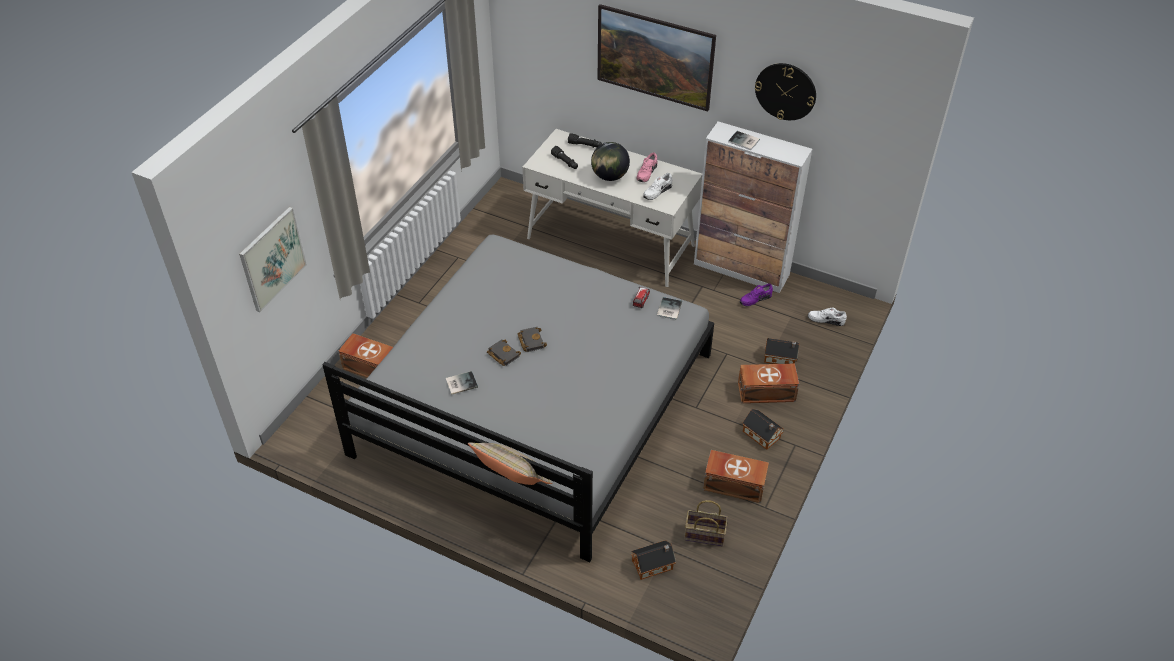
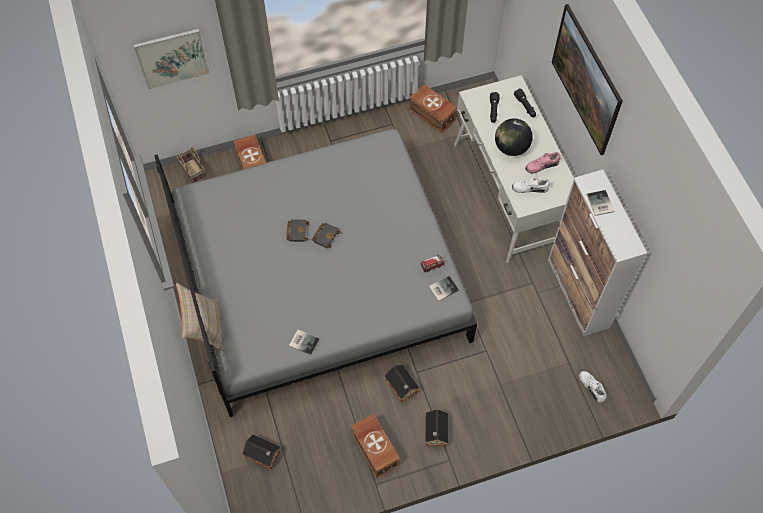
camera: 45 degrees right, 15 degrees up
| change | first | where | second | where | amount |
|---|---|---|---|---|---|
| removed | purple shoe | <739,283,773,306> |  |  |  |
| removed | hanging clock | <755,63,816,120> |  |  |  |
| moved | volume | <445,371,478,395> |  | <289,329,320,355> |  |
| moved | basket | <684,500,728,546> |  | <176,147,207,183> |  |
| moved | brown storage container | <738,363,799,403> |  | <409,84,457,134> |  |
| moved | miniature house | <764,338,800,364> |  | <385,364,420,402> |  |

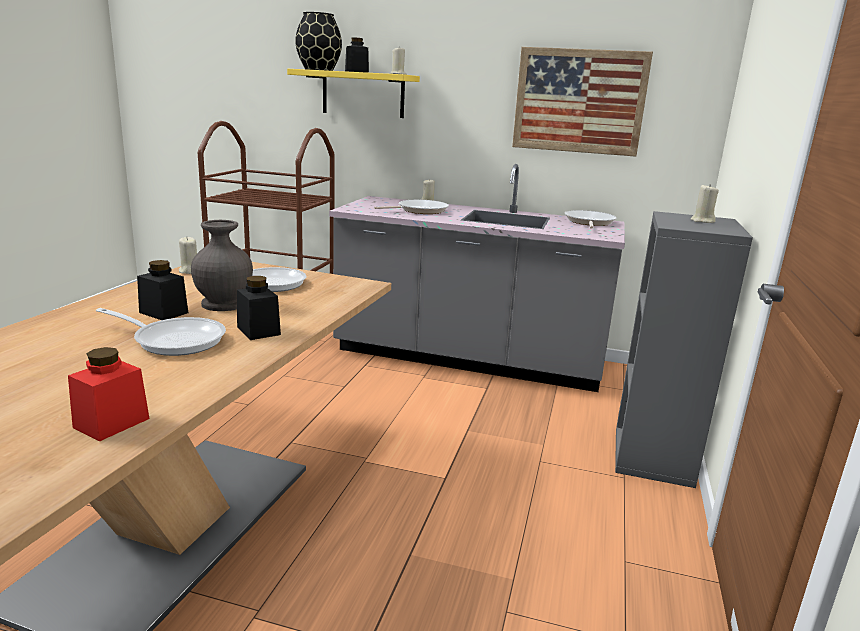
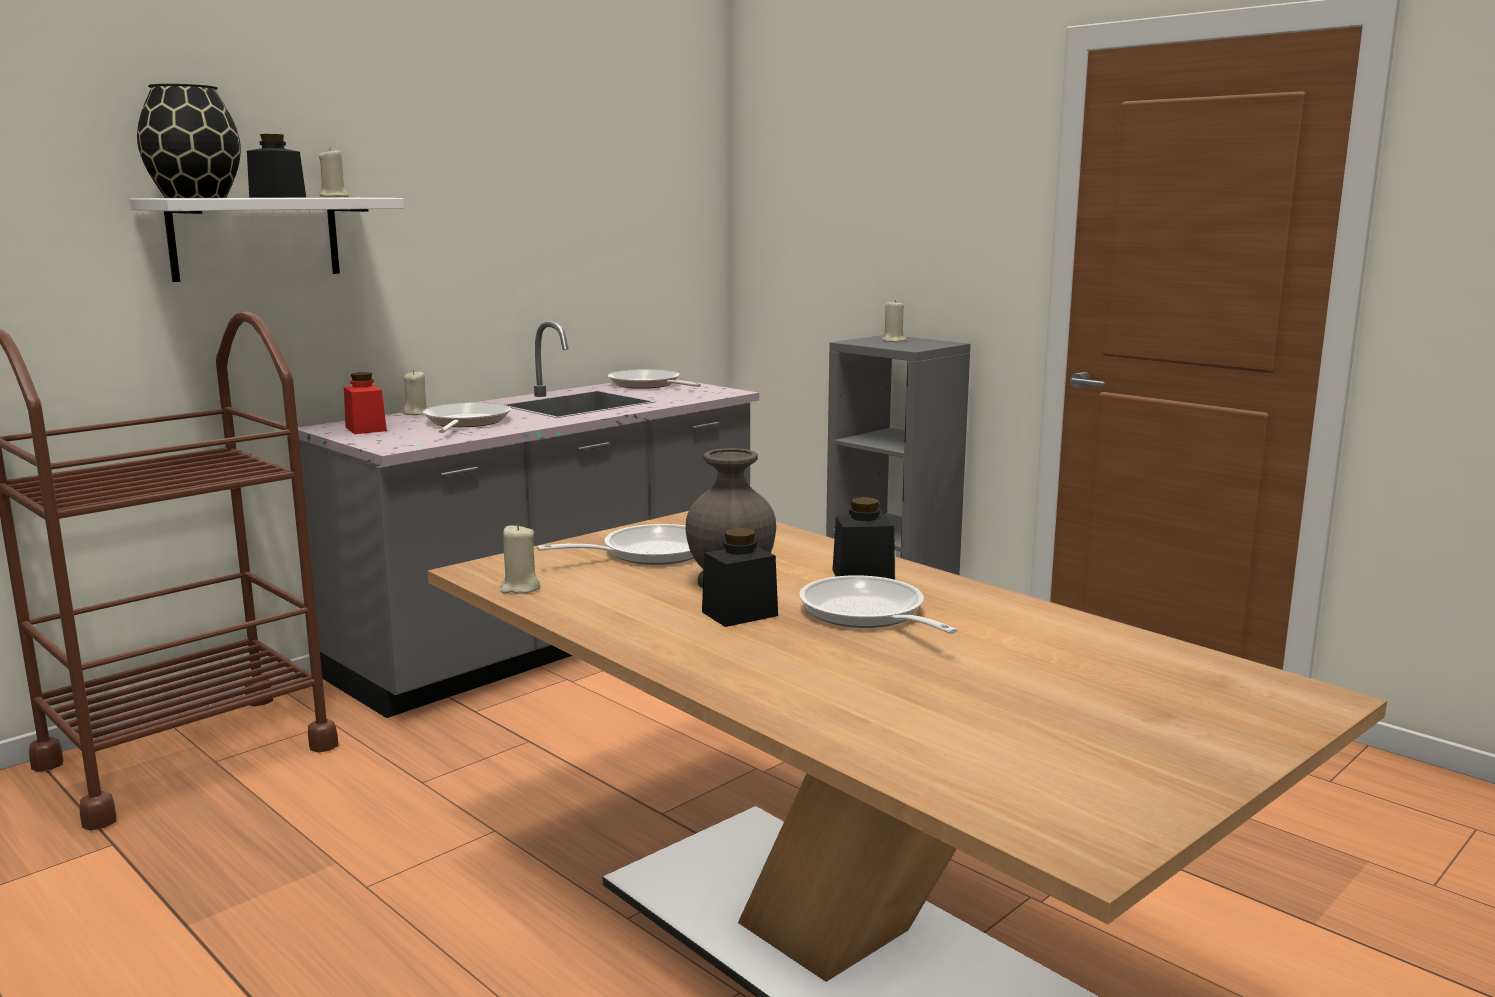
camera: 60 degrees left, 5 degrees down
| change | first | where | second | where | amount |
|---|---|---|---|---|---|
| removed | wall picture | <512,47,653,157> |  |  |  |
| moved | red-coloured preserve jar | <68,347,150,441> |  | <344,372,387,434> |  |
| recoloured | yellowish wall shelf | <287,69,420,118> | whitish wall shelf | <130,198,404,282> |  |
| turned | pan | <96,308,226,356> |  | <799,575,958,634> | 75 degrees counterclockwise |

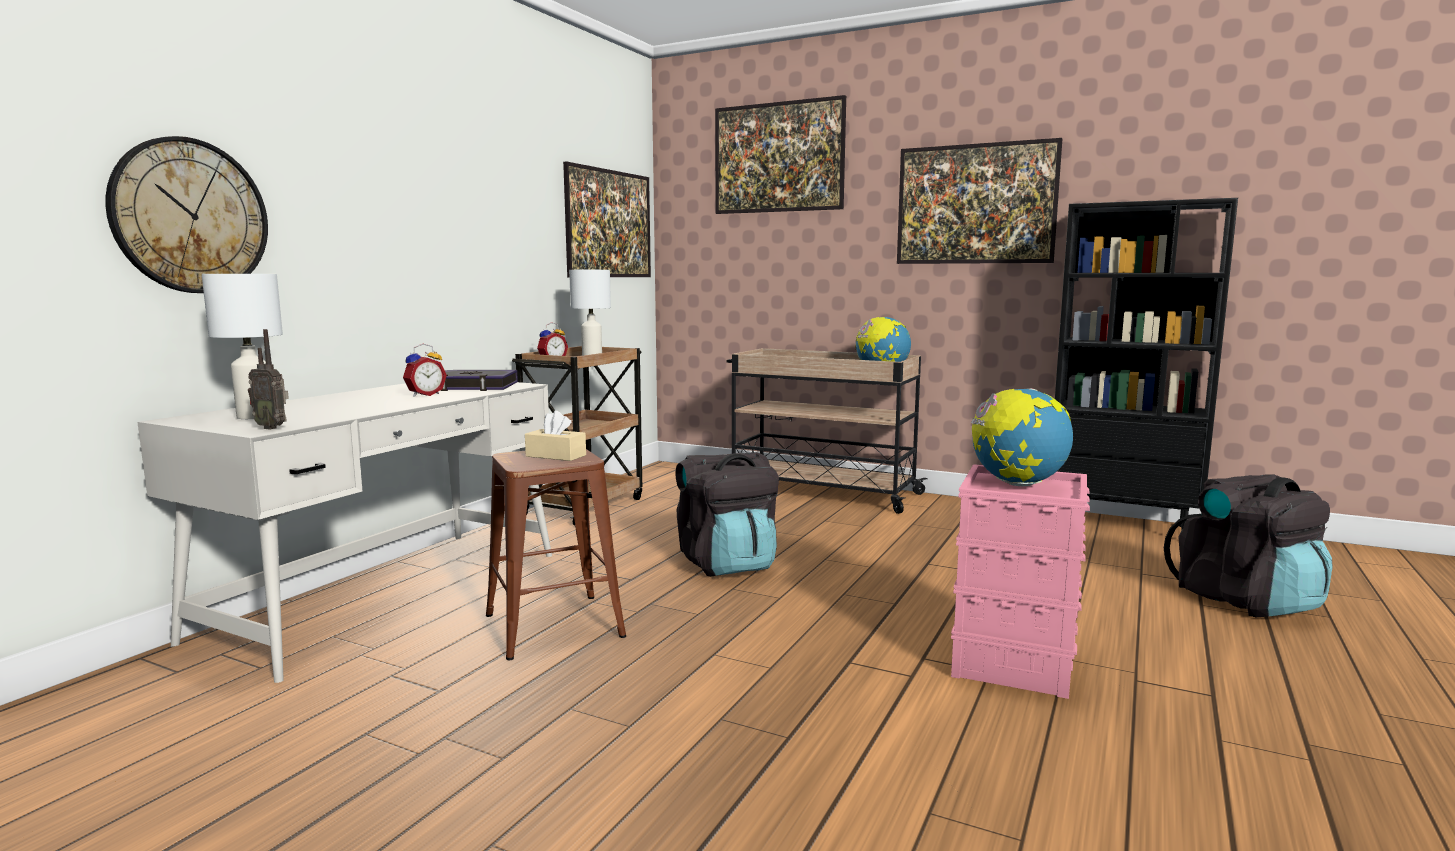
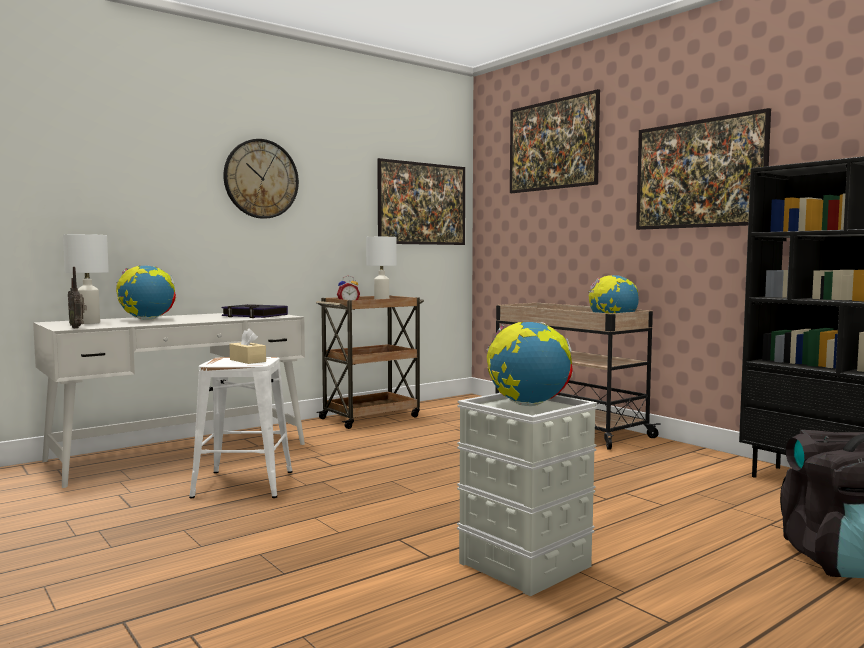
camera: 25 degrees right, 5 degrees down
| change | first | where | second | where | amount |
|---|---|---|---|---|---|
| removed | bedside clock | <403,344,447,397> |  |  |  |
| removed | black rucksack | <675,452,779,577> |  |  |  |
| added |  |  | desk globe | <116,266,176,320> |  |
| moved | hanging clock | <105,136,268,293> |  | <223,139,299,219> |  |
| recoloured | brown stool | <486,449,626,660> | whitish stool | <189,357,292,499> |  |
| recoloured | pink storage container | <951,464,1090,699> | grey storage container | <457,393,597,596> |  |

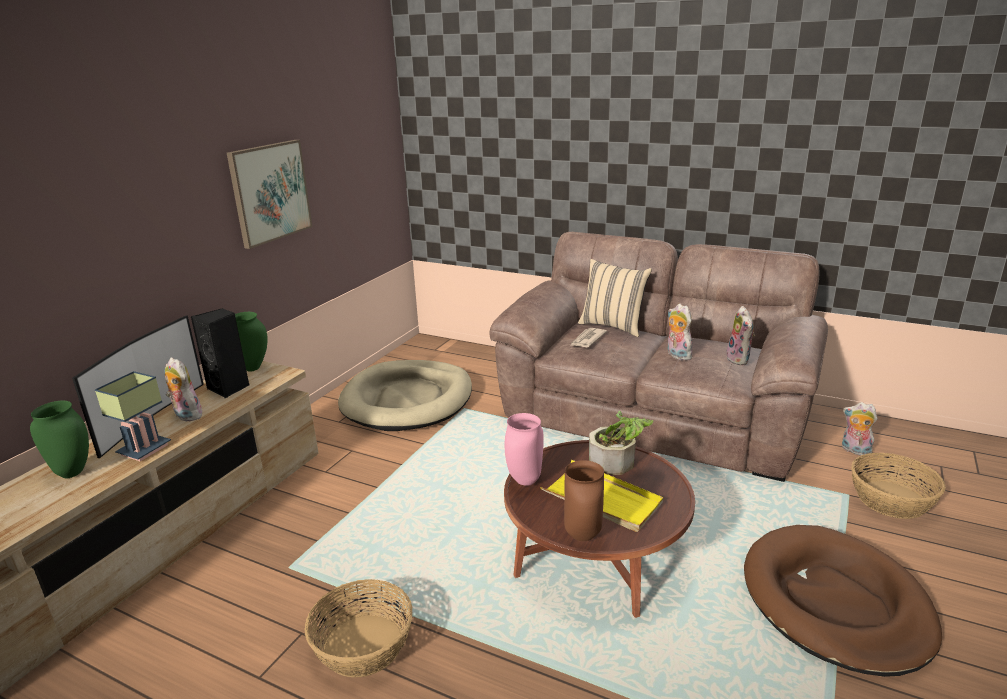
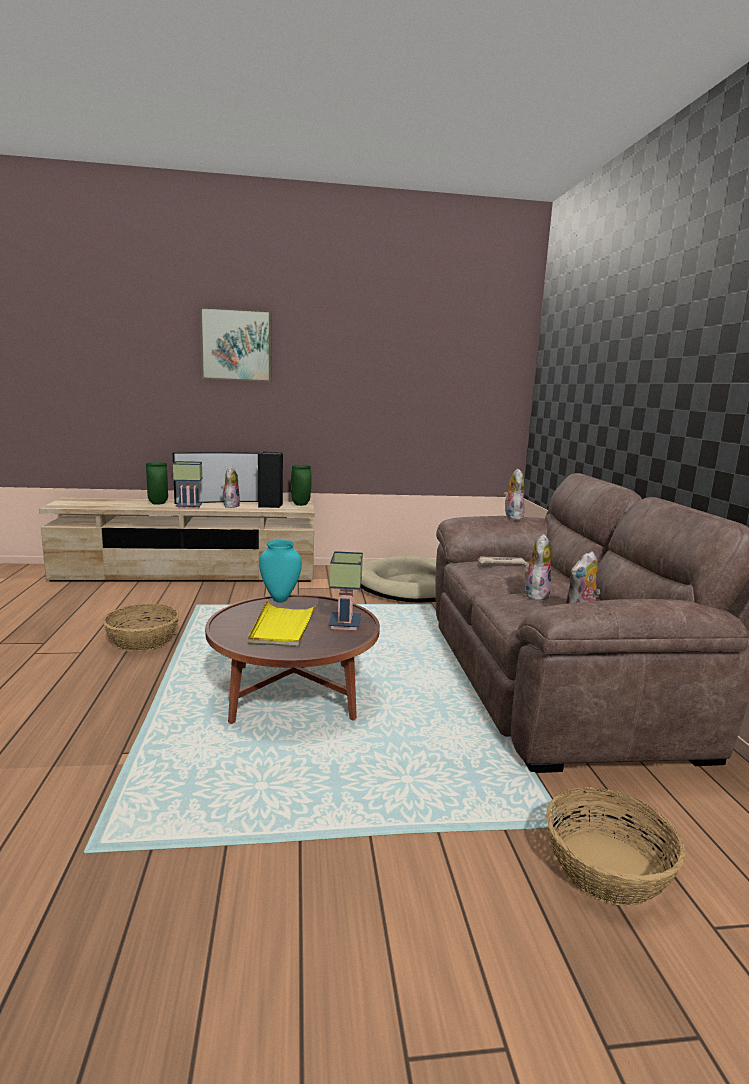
camera: 55 degrees right, 10 degrees down
| change | first | where | second | where | amount |
|---|---|---|---|---|---|
| removed | brown flower vase | <564,460,604,541> |  |  |  |
| removed | beige cushion | <578,259,652,337> |  |  |  |
| removed | brown pet bed | <744,525,942,677> |  |  |  |
| moved | wall picture | <227,140,312,249> |  | <200,307,271,382> |  |
| moved | soft toy | <842,402,877,456> |  | <504,469,525,520> |  |
| replaced | plant in a pot | <589,411,654,475> | tabletop lamp | <328,551,363,630> |  |
| recoloured | pink flower vase | <505,413,544,486> | turquoise-coloured flower vase | <259,540,302,603> |  |

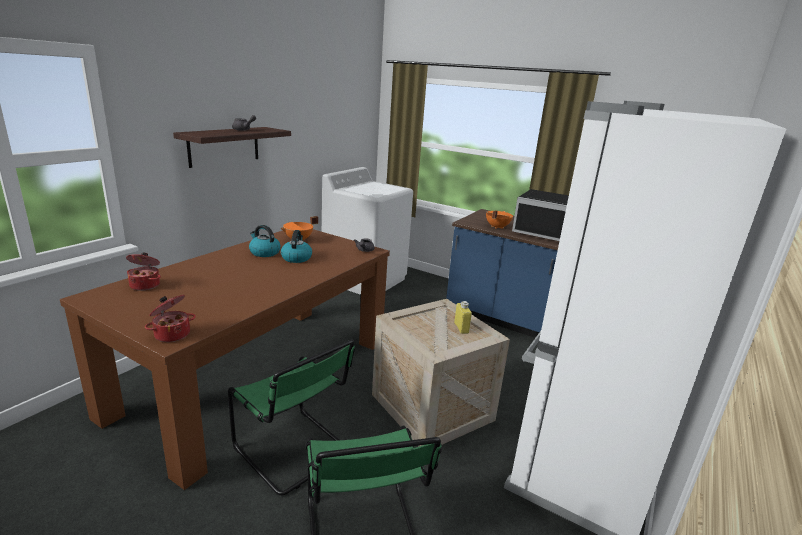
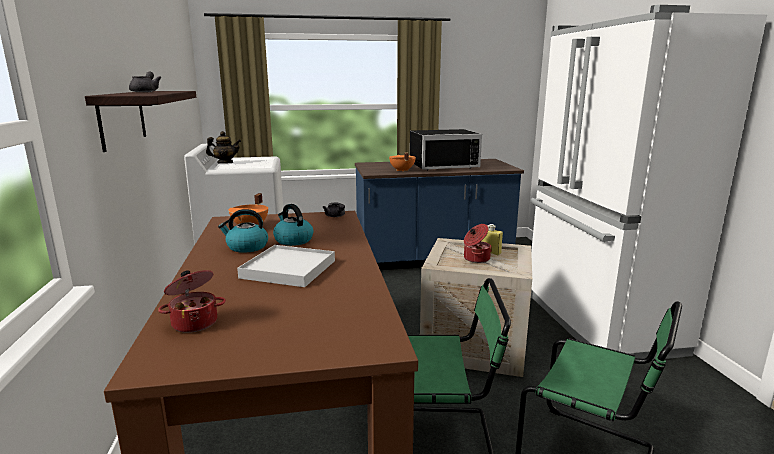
camera: 40 degrees left, 5 degrees down
| change | first | where | second | where | amount |
|---|---|---|---|---|---|
| added |  |  | tea pot | <206,131,241,164> |  |
| added |  |  | whitish serving tray | <237,245,335,287> |  |
| moved | saucepot | <145,295,196,342> |  | <464,224,492,263> |  |

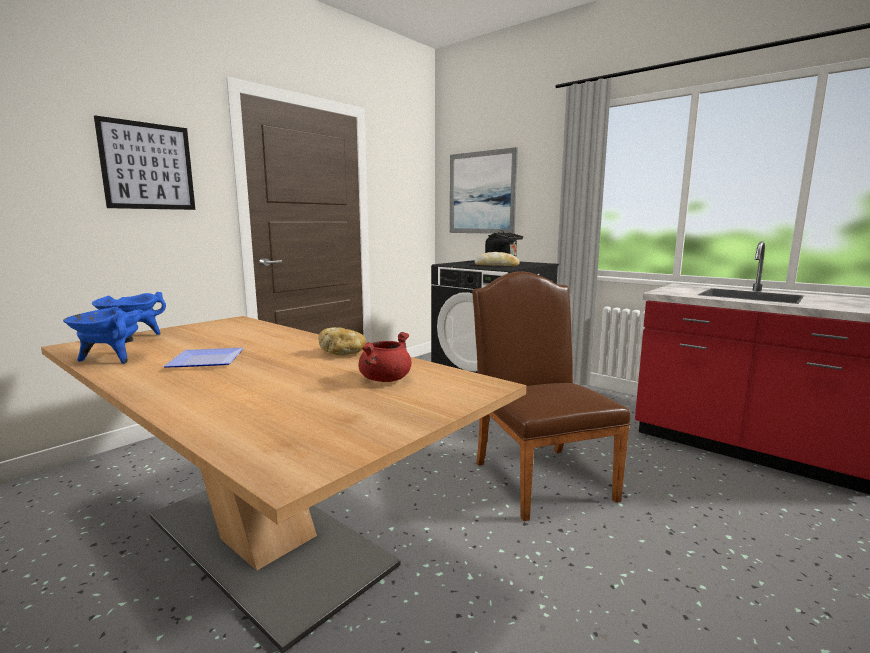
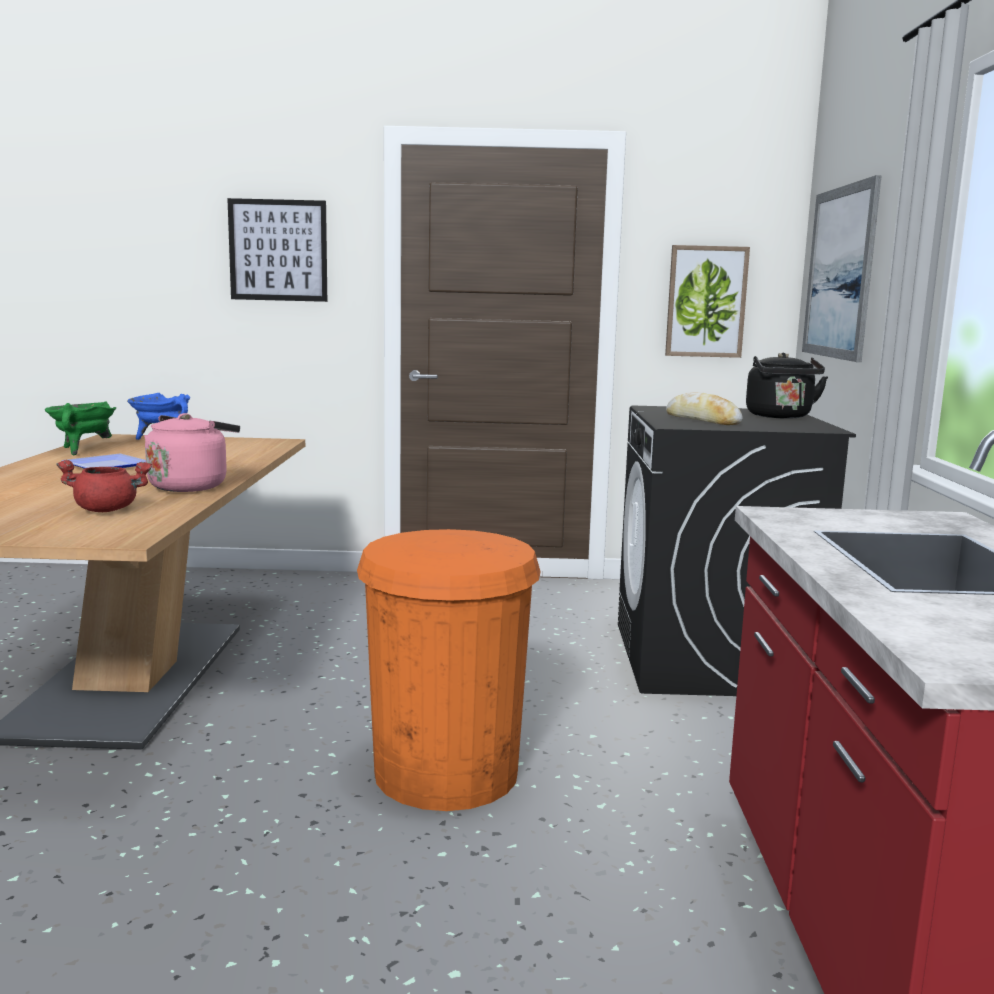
camera: 50 degrees right, 0 degrees up
| change | first | where | second | where | amount |
|---|---|---|---|---|---|
| added |  |  | wall picture | <665,245,750,358> |  |
| replaced | baked bread | <318,327,366,355> | pink water kettle | <144,413,240,492> |  |
| replaced | brown plain chair | <472,271,631,521> | orangey rubbish bin | <357,529,541,811> |  |
| recoloured | blue saucepot | <63,307,144,364> | greenish saucepot | <45,401,116,455> |  |

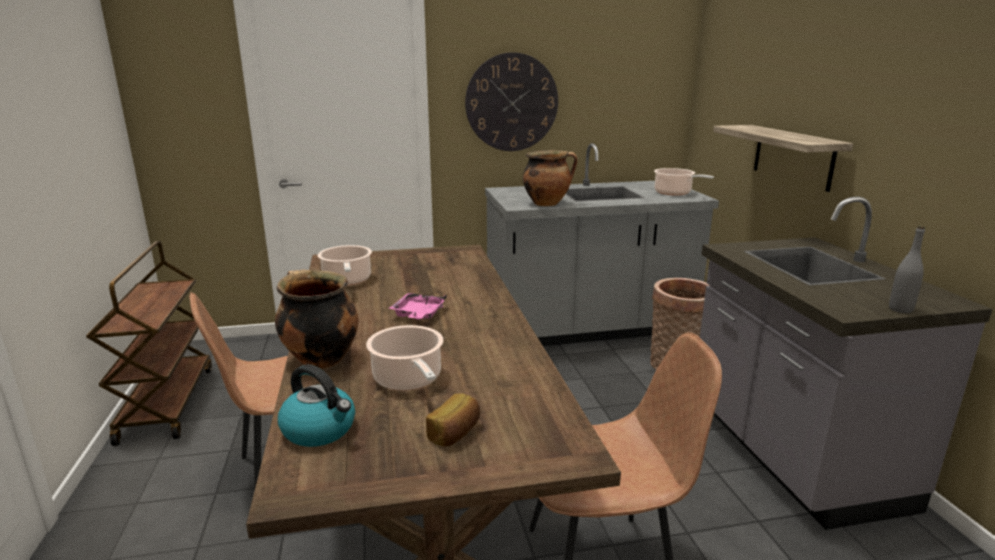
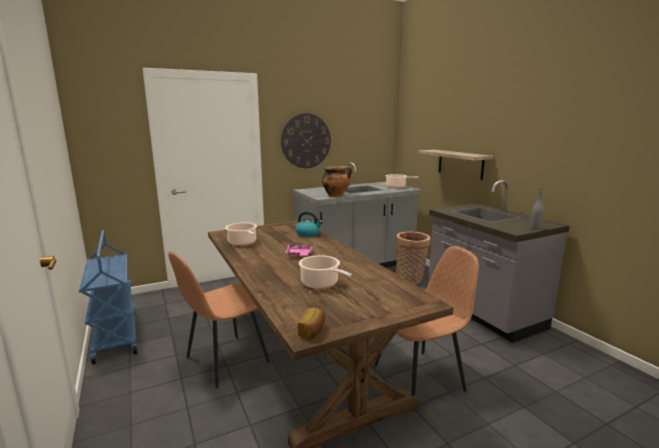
camera: 15 degrees left, 5 degrees down
| change | first | where | second | where | amount |
|---|---|---|---|---|---|
| removed | saucepot | <275,269,359,369> |  |  |  |
| moved | water kettle | <278,364,355,447> |  | <296,211,323,237> |  |
| moved | baked bread | <426,394,480,447> |  | <298,308,325,339> |  |
| recoloured | brown wheeled cart | <86,241,212,446> | blue wheeled cart | <79,230,138,364> |  |

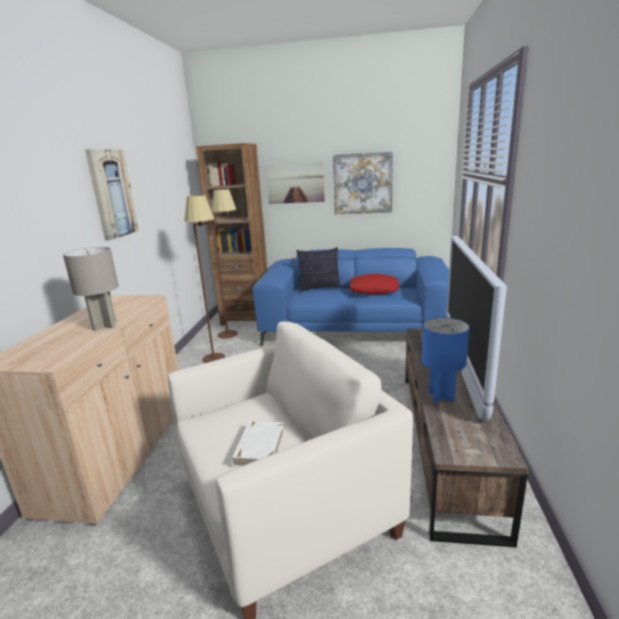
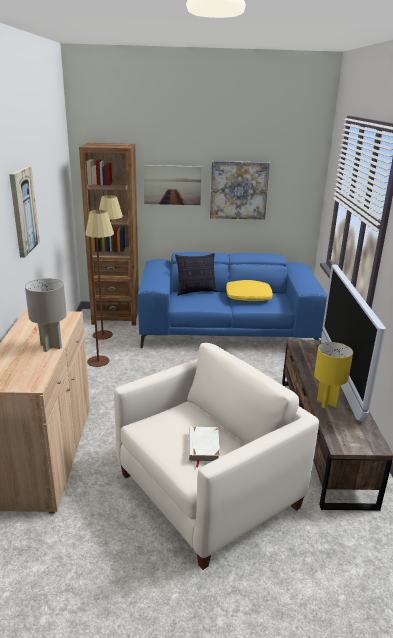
camera: 10 degrees left, 5 degrees up
| change | first | where | second | where | amount |
|---|---|---|---|---|---|
| recoloured | red-coloured cushion | <350,274,399,295> | yellowish cushion | <226,280,273,301> |  |
| recoloured | blue tabletop lamp | <422,318,470,403> | yellowish tabletop lamp | <314,342,353,408> |  |

